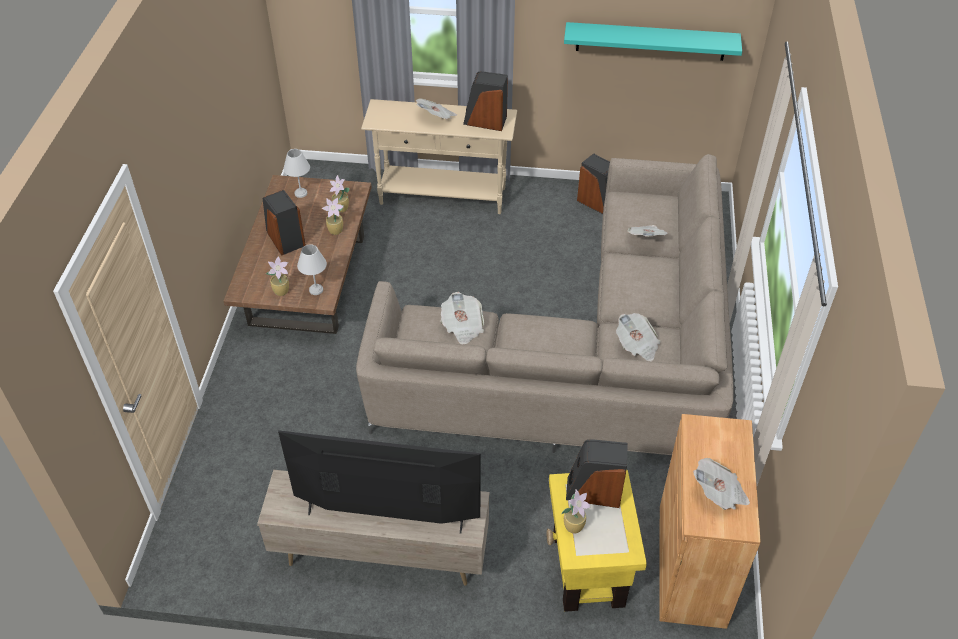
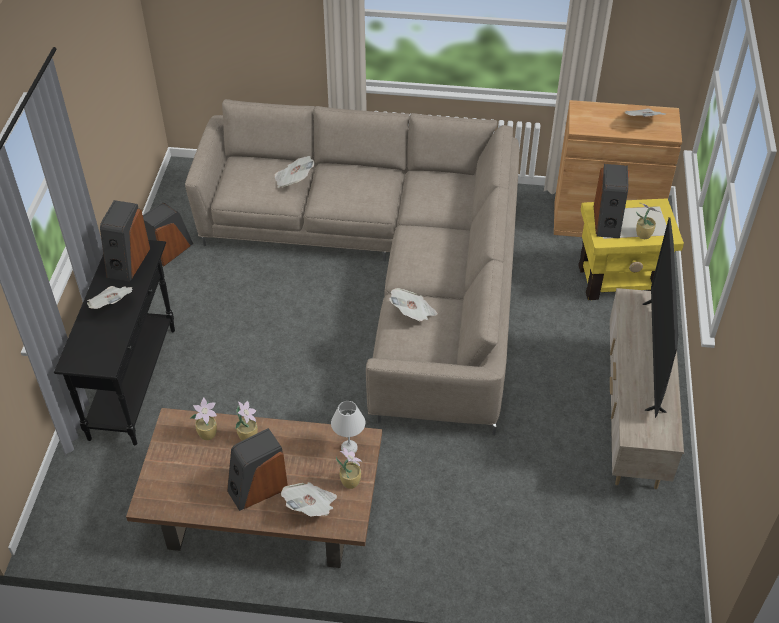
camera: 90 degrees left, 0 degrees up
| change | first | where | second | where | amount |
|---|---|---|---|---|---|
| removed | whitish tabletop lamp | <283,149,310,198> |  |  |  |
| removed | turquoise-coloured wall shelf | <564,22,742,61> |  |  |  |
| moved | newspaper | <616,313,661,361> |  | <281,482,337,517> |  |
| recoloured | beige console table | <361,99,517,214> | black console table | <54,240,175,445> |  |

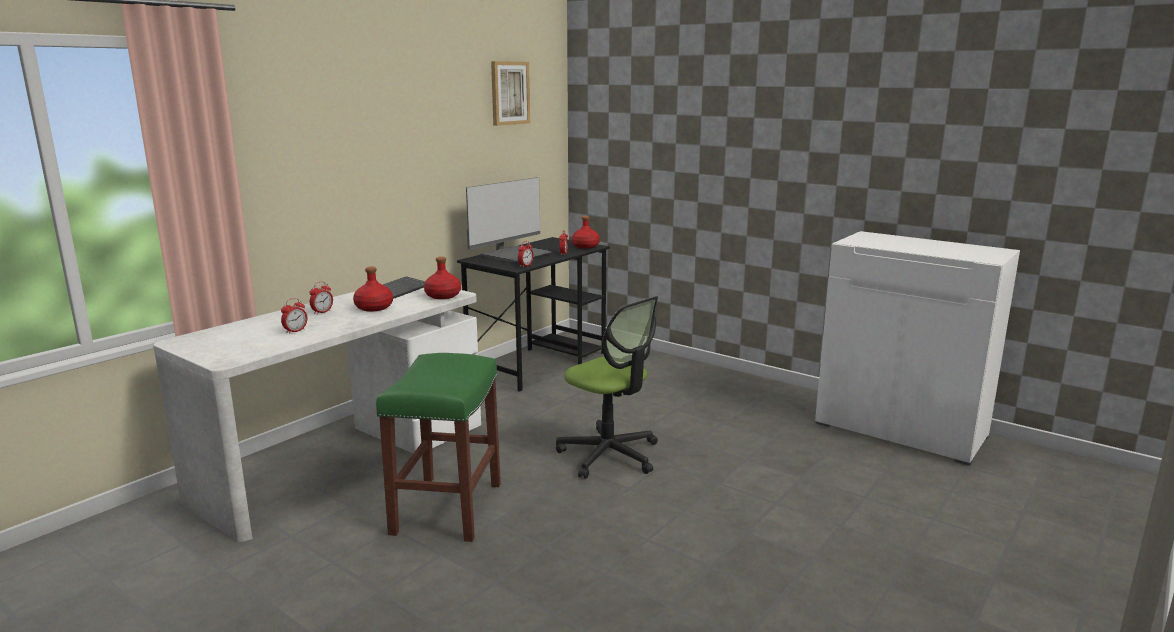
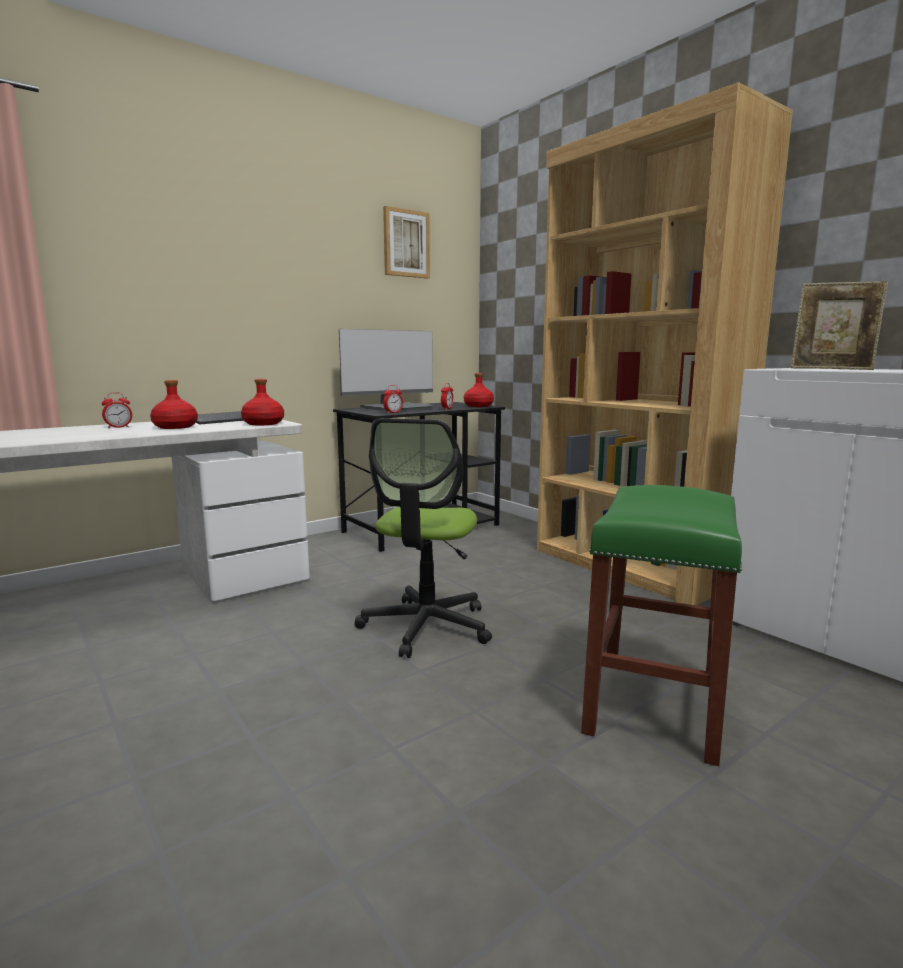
camera: 15 degrees right, 5 degrees down
| change | first | where | second | where | amount |
|---|---|---|---|---|---|
| removed | bedside clock | <281,298,307,334> |  |  |  |
| added |  |  | brown bookshelf | <537,82,793,605> |  |
| added |  |  | standing frame | <791,281,888,370> |  |
| moved | greenish stool | <376,353,501,542> |  | <581,485,742,766> |  |
| turned | desk chair | <556,296,658,479> |  | <354,418,492,658> | 45 degrees clockwise |

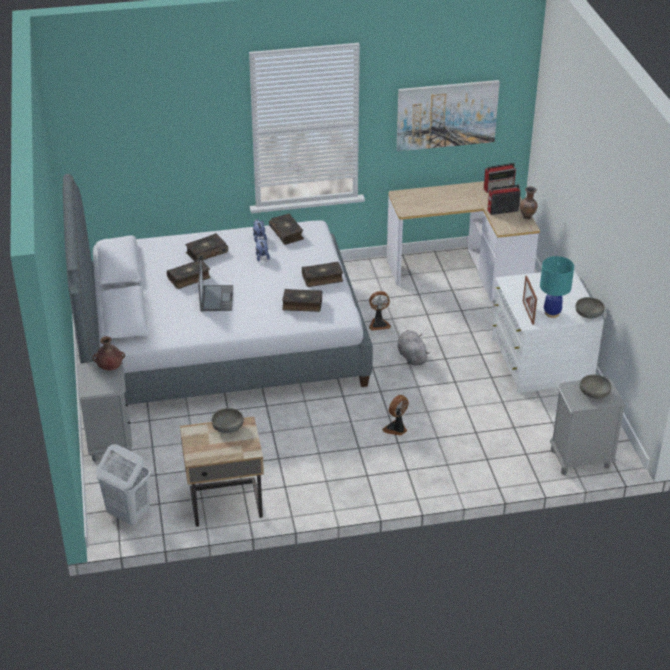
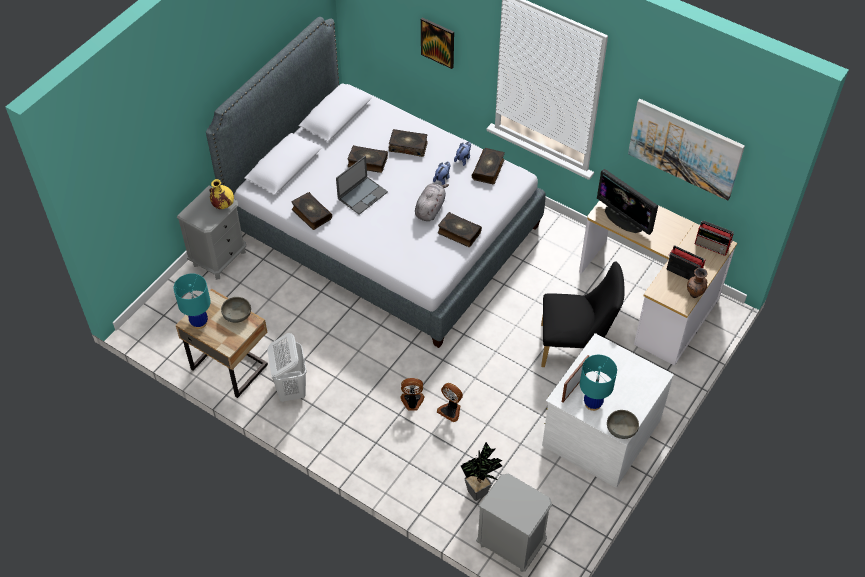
camera: 45 degrees right, 15 degrees up
| change | first | where | second | where | amount |
|---|---|---|---|---|---|
| removed | grey serving bowl | <580,375,612,399> |  |  |  |
| added |  |  | turquoise-coloured tabletop lamp | <174,274,211,329> |  |
| added |  |  | wall picture | <421,18,454,69> |  |
| added |  |  | plant in a pot | <461,442,502,501> |  |
| added |  |  | black plain chair | <541,261,625,367> |  |
| added |  |  | computer screen | <597,169,658,235> |  |
| moved | whitish hamper | <96,444,150,525> |  | <267,333,307,402> |  |
| moved | volume | <282,289,322,312> |  | <292,192,332,230> |  |
| moved | fan | <369,291,391,331> |  | <437,383,463,422> |  |
| moved | grey soft toy | <398,330,430,366> |  | <415,183,449,221> |  |
| recoloured | brown flower vase | <92,336,125,371> | yellowish flower vase | <210,179,234,209> |  |

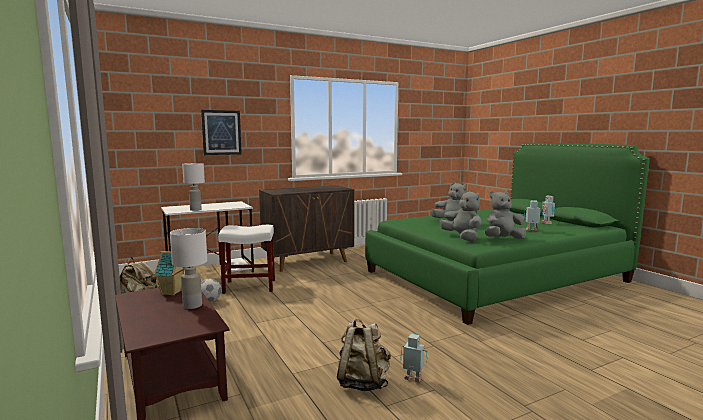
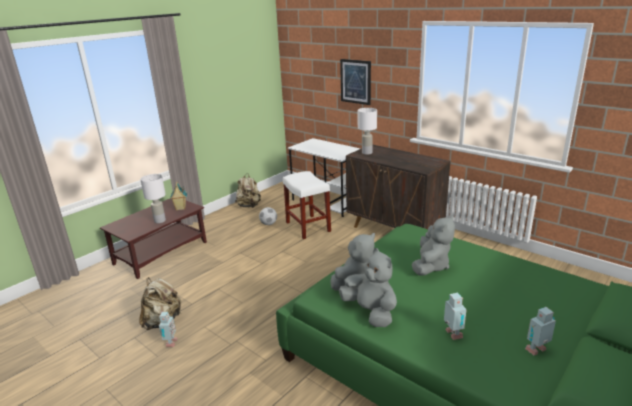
camera: 70 degrees right, 15 degrees up
| change | first | where | second | where | amount |
|---|---|---|---|---|---|
| moved | whitish tabletop lamp | <182,163,205,211> |  | <358,108,377,155> |  |

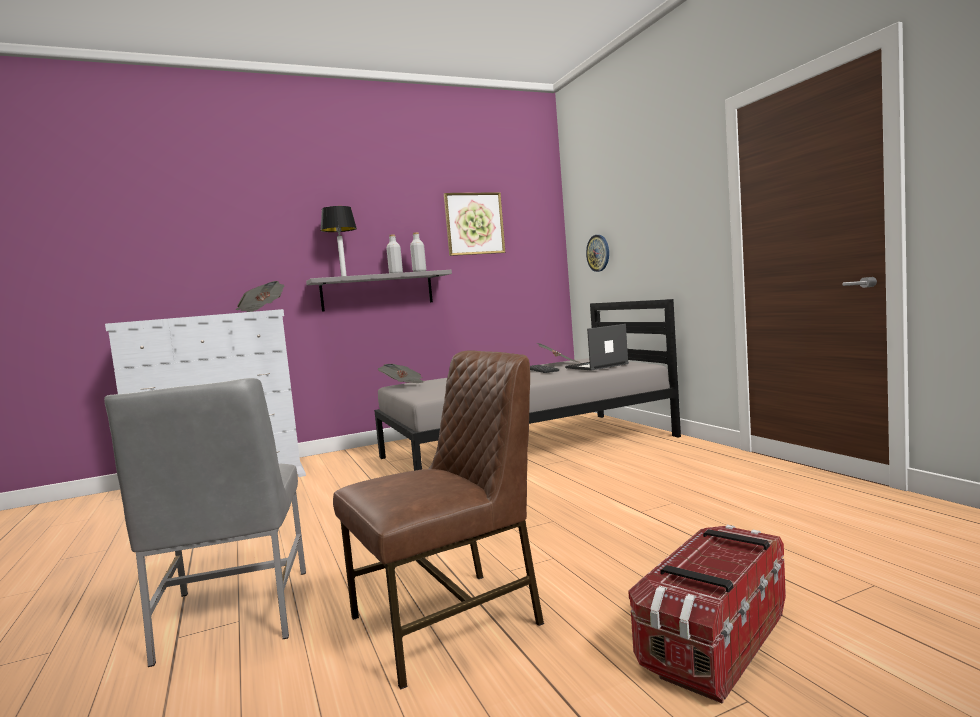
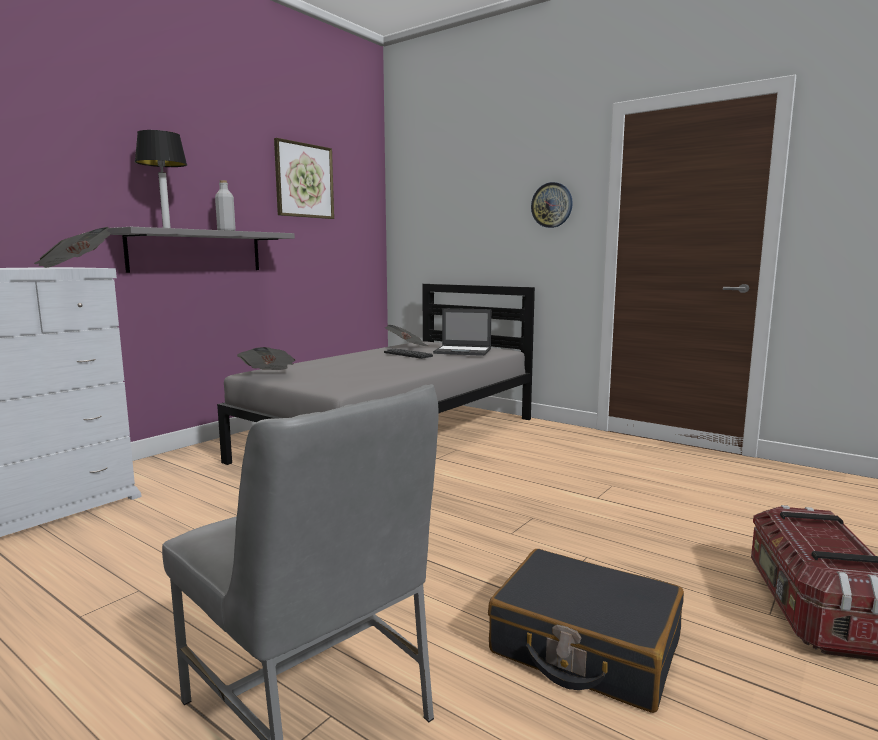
camera: 30 degrees left, 5 degrees up
| change | first | where | second | where | amount |
|---|---|---|---|---|---|
| removed | grey bottle | <410,232,426,272> |  |  |  |
| moved | hanging clock | <586,235,609,272> |  | <531,182,573,228> |  |
| replaced | brown plain chair | <333,350,544,690> | black suitcase | <488,549,684,713> |  |
| turned | portable computer | <565,324,629,371> |  | <433,308,491,356> | 105 degrees counterclockwise |

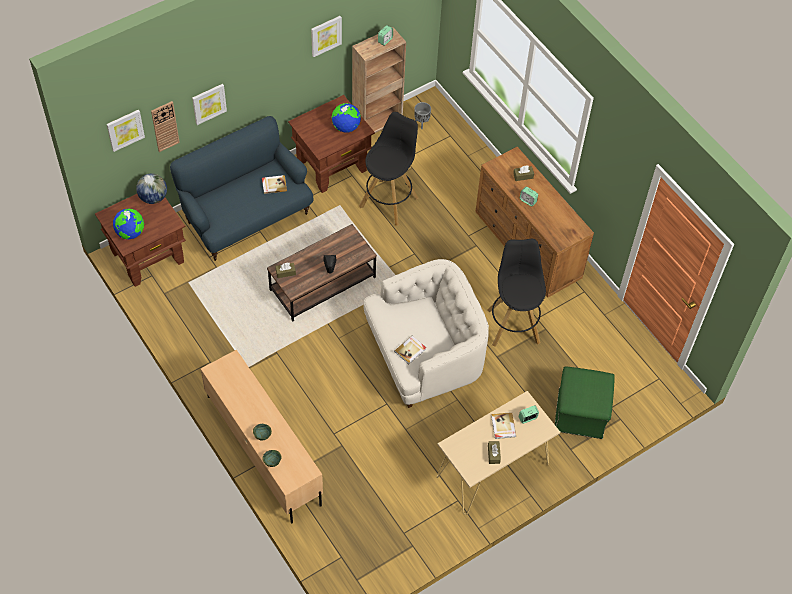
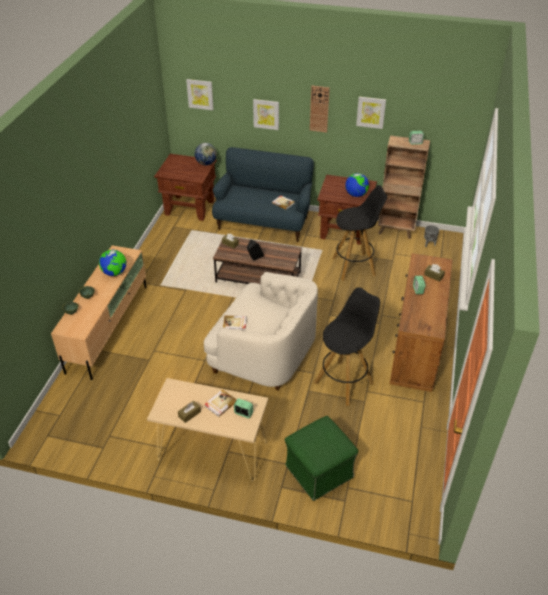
camera: 50 degrees right, 15 degrees down
| change | first | where | second | where | amount |
|---|---|---|---|---|---|
| moved | desk globe | <113,209,144,239> |  | <99,250,127,276> |  |
| moved | hanging clock | <151,101,180,152> |  | <310,86,330,133> |  |

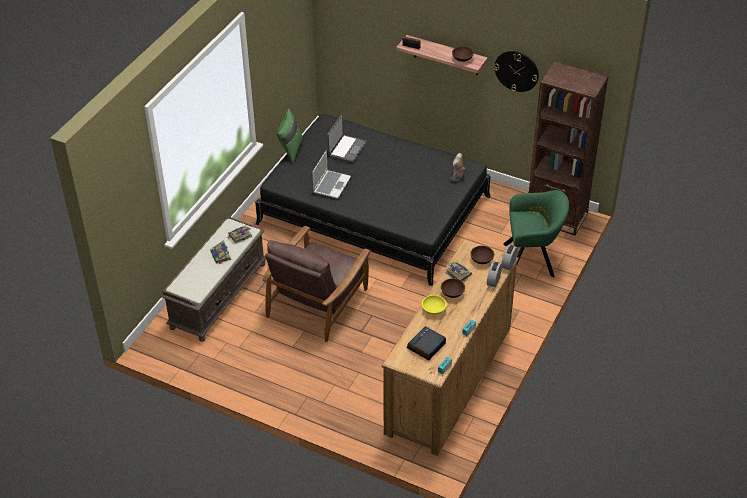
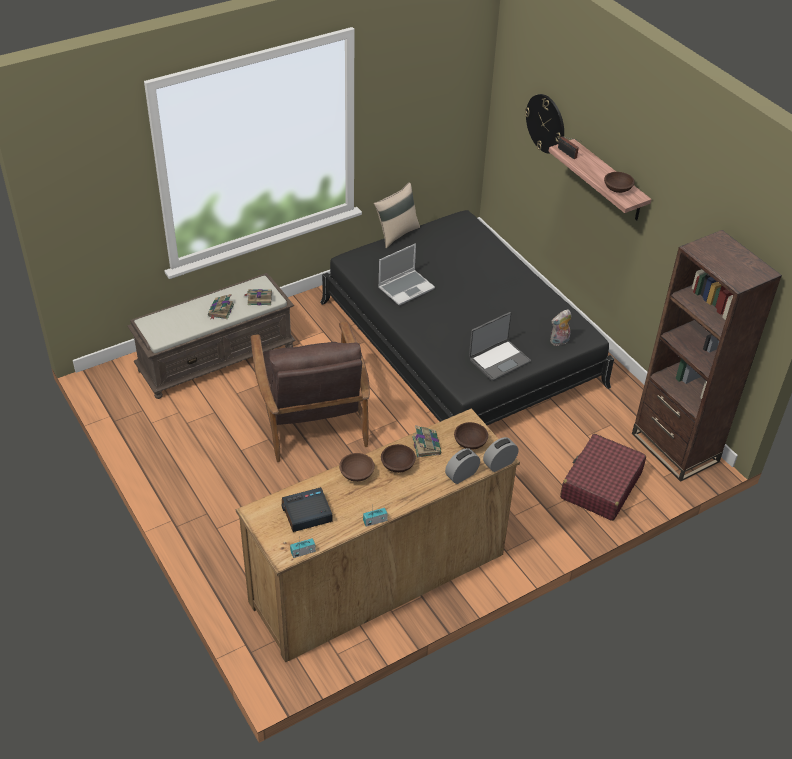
camera: 30 degrees right, 0 degrees up
| change | first | where | second | where | amount |
|---|---|---|---|---|---|
| moved | portable computer | <327,114,367,163> |  | <469,312,531,381> |  |
| moved | hanging clock | <494,51,539,92> |  | <525,94,564,154> |  |
| replaced | greenish easy chair | <503,190,569,277> | red-coloured suitcase | <560,434,646,521> |  |
| recoloured | greenish cushion | <277,109,303,163> | beige cushion | <374,182,420,248> |  |
| recoloured | yellowish serving bowl | <422,295,447,315> | brown serving bowl | <339,453,375,482> |  |
| turned | brown easy chair | <263,226,371,342> |  | <251,322,370,462> | 75 degrees counterclockwise |

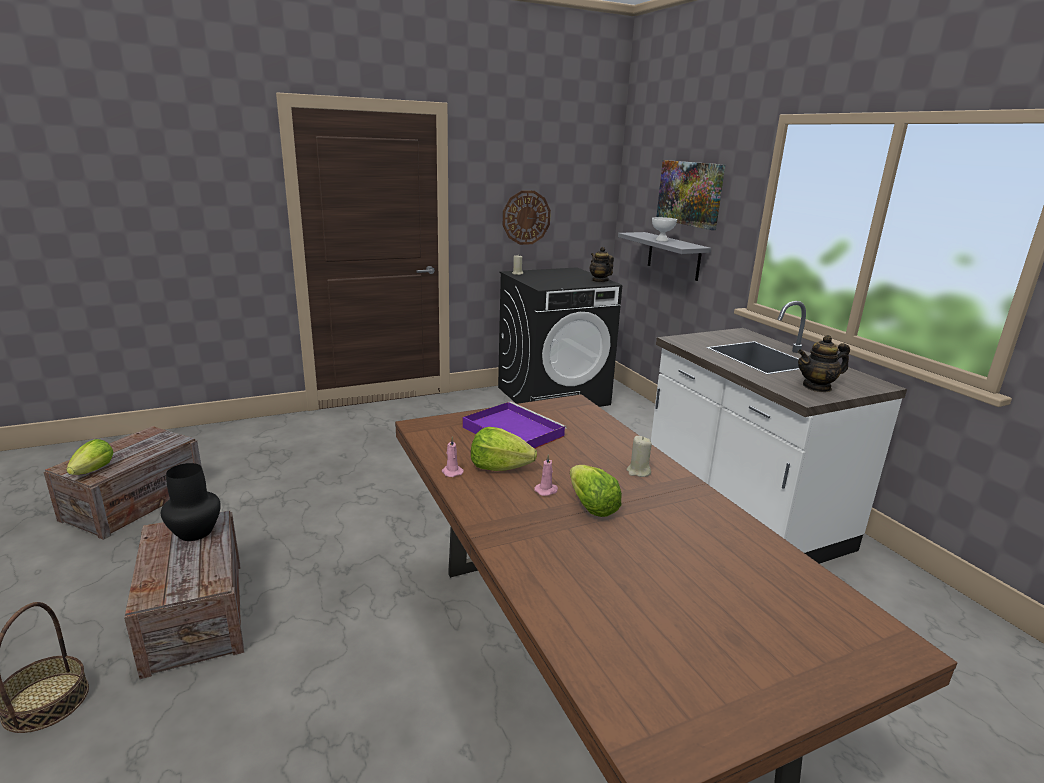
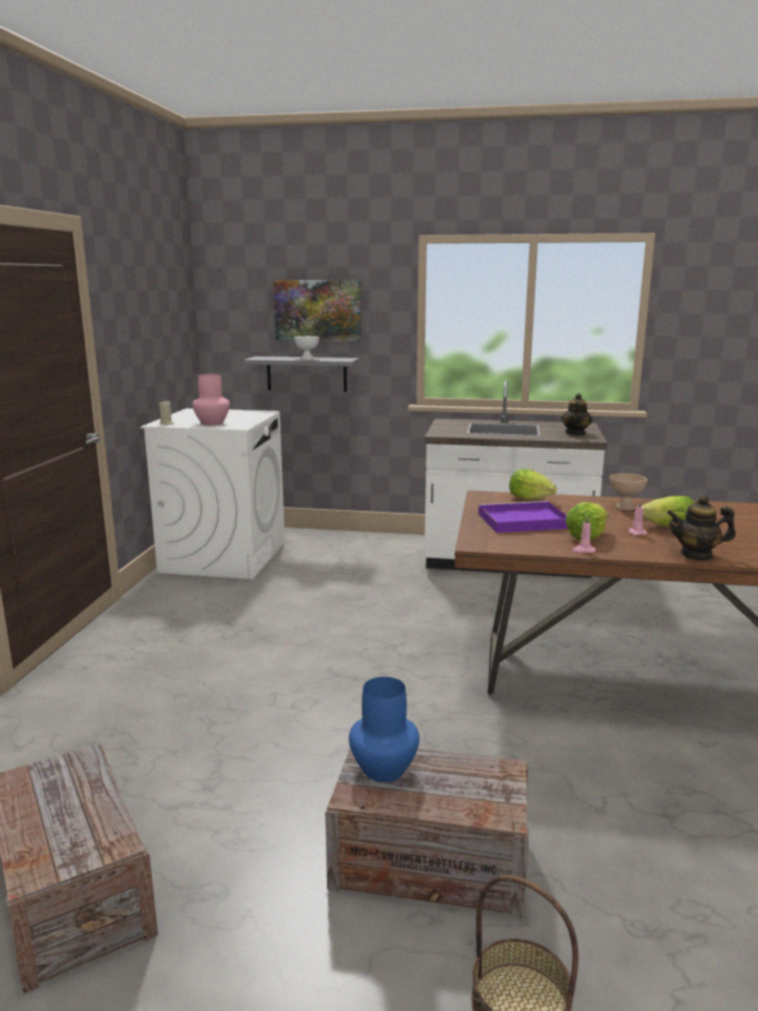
camera: 55 degrees left, 5 degrees down
| change | first | where | second | where | amount |
|---|---|---|---|---|---|
| removed | hanging clock | <503,191,551,245> |  |  |  |
| added |  |  | pink flower vase | <192,374,230,425> |  |
| moved | lettuce head | <66,439,113,475> |  | <509,469,557,500> |  |
| moved | tea pot | <589,247,614,282> |  | <667,495,736,561> |  |
| replaced | beige candle | <627,436,652,477> | beige serving bowl | <610,473,647,510> |  |
| recoloured | black flower vase | <161,463,221,541> | blue flower vase | <349,677,420,782> |  |
| recoloured | black laundry appliance | <498,267,622,407> | whitish laundry appliance | <141,408,285,579> |  |

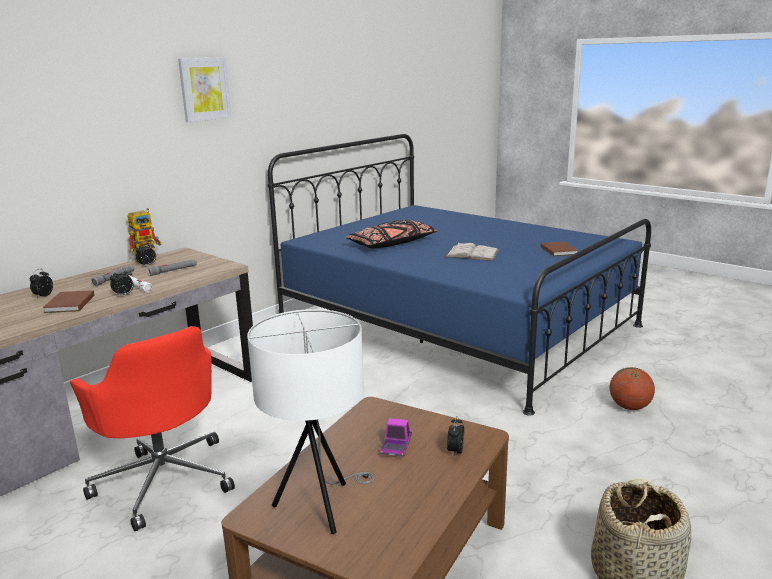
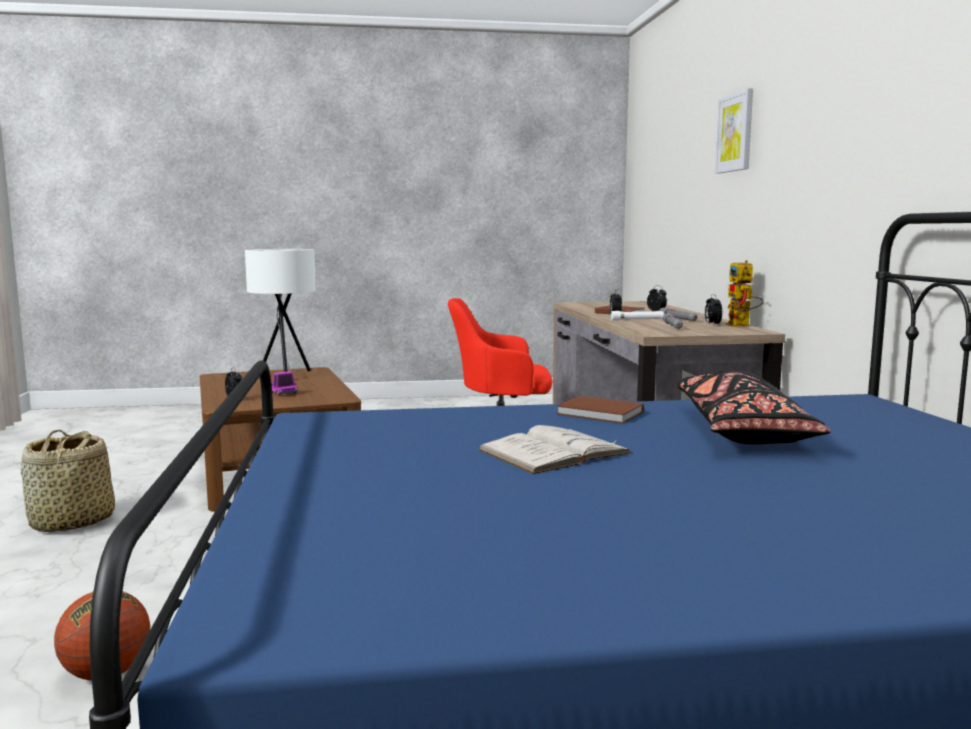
camera: 130 degrees right, 10 degrees down
| change | first | where | second | where | amount |
|---|---|---|---|---|---|
| moved | wall picture | <178,57,231,122> |  | <715,88,753,174> |  |
| moved | brown volume | <541,242,578,256> |  | <556,396,644,423> |  |

